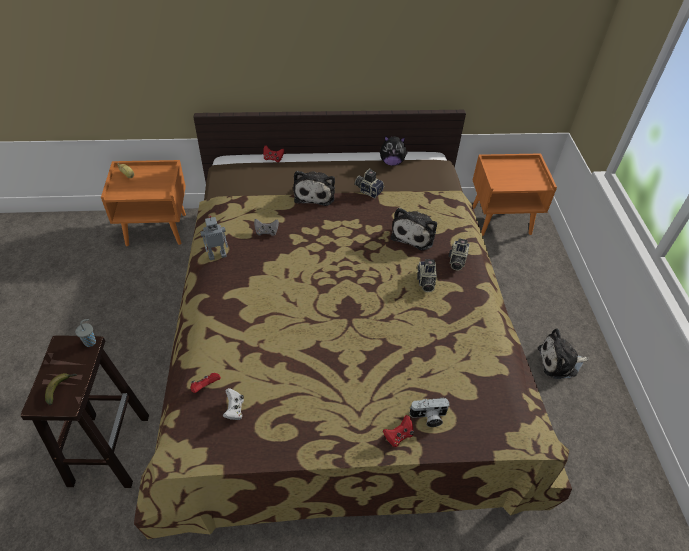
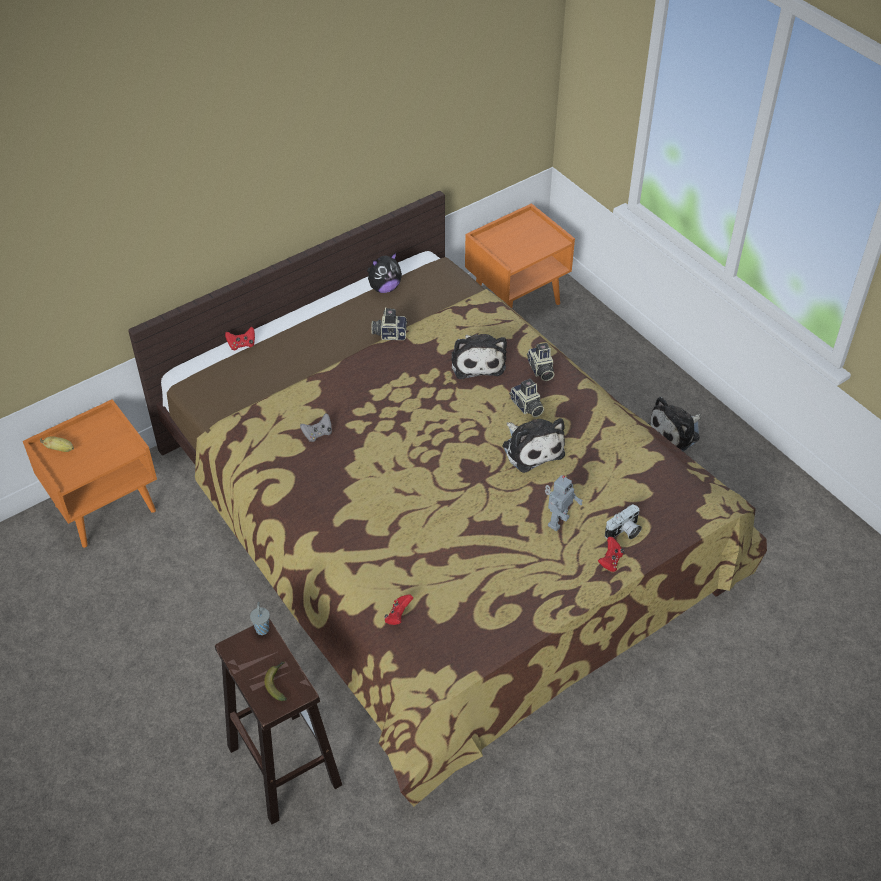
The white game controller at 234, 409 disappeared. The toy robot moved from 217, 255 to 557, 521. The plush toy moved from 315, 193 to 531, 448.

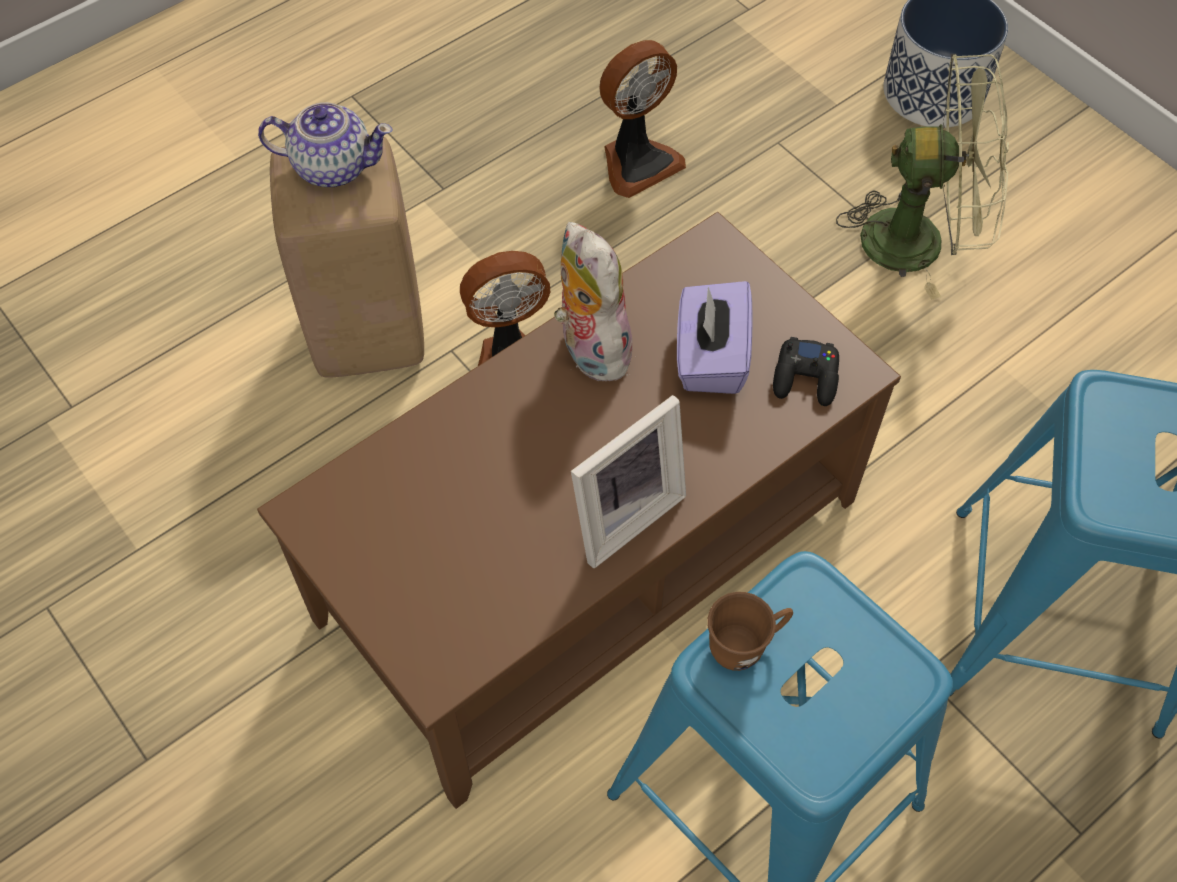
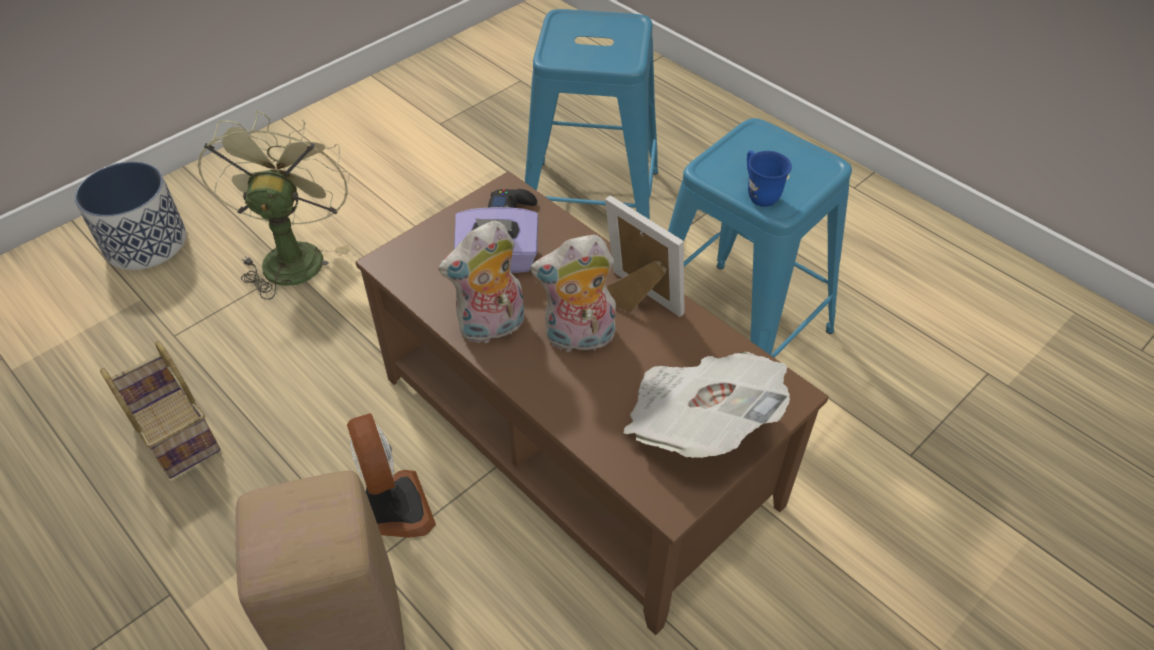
The teapot at 332, 166 disappeared. The plush toy at 578, 339 appeared. The newspaper at 697, 423 appeared. The fan at 637, 161 was replaced by the basket at 172, 432. The brown mug at 746, 646 became the blue mug at 759, 193.

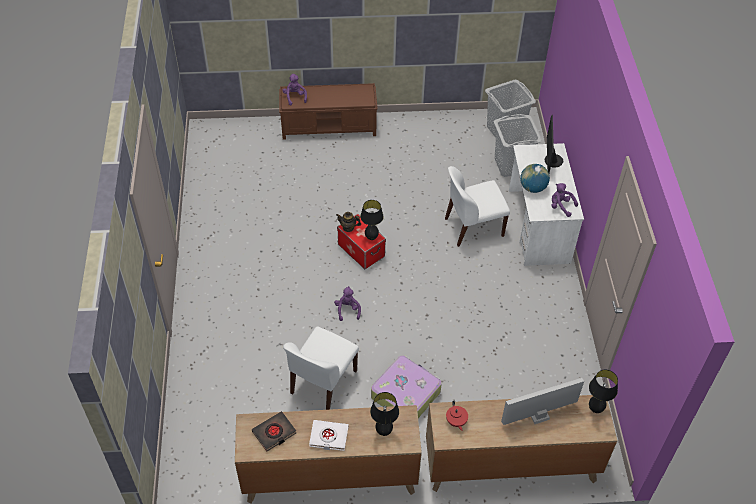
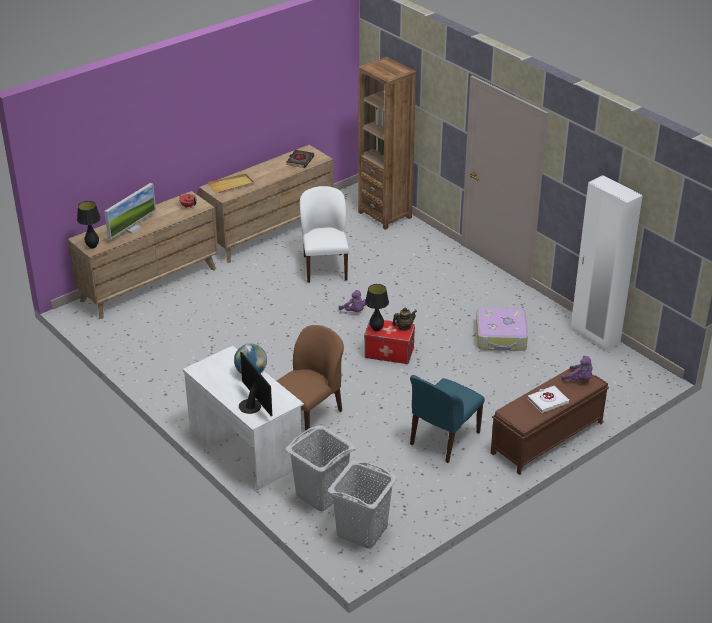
The purple plush toy at 561, 206 disappeared. The brown bookcase at 385, 215 appeared. The blue chair at 443, 439 appeared. The white wardrobe at 594, 337 appeared. The white book moved from 328, 437 to 547, 401. The suitcase moved from 405, 394 to 501, 337. The black table lamp at 383, 431 was replaced by the beige tray at 232, 185. The white chair at 472, 227 became the brown chair at 308, 416.

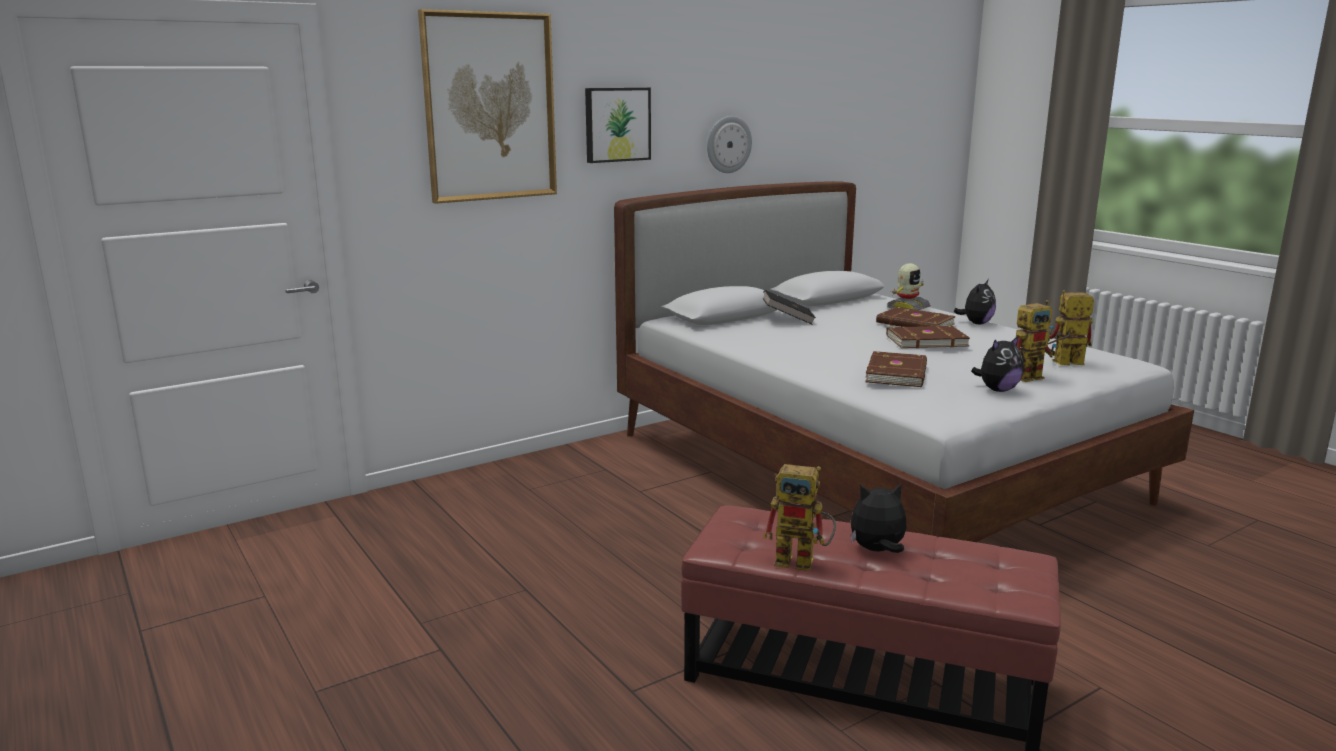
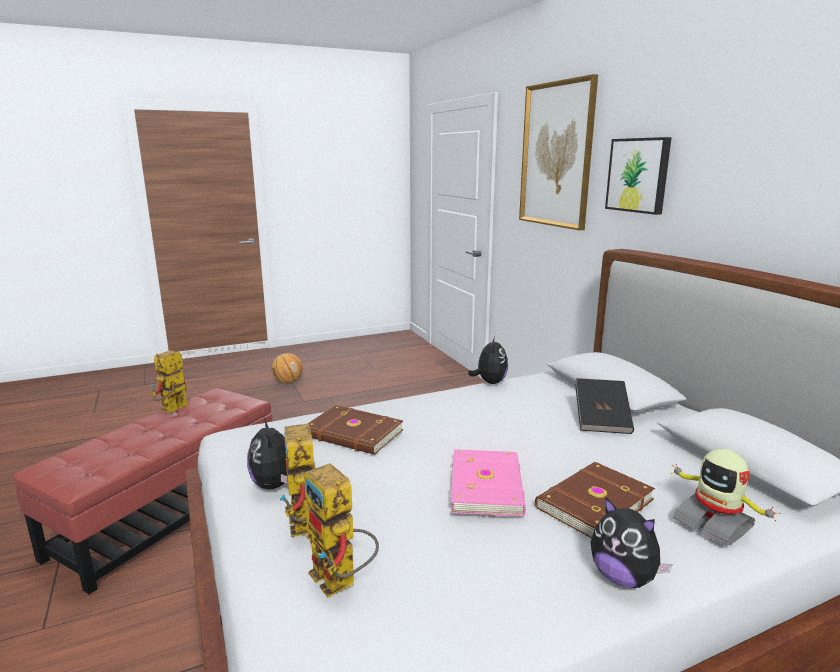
The wall clock at 728, 144 disappeared. The basketball at 288, 382 appeared. The plush toy moved from 877, 551 to 489, 382. The brown book at 925, 340 became the pink book at 488, 485. The toy robot at 1063, 363 turned 135 degrees clockwise.

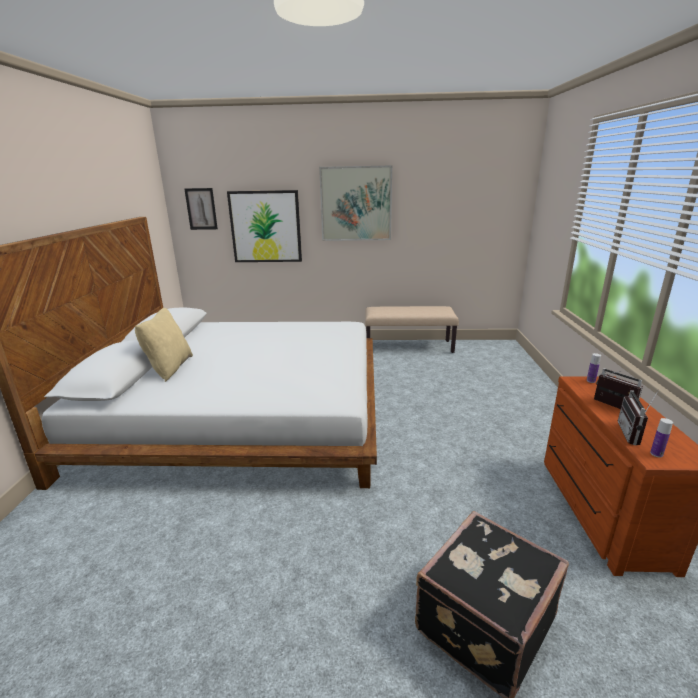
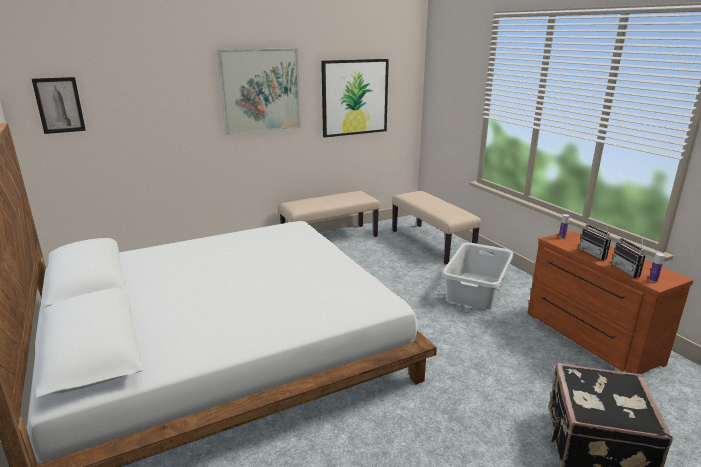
The beige pillow at 169, 368 disappeared. The beige bench at 432, 243 appeared. The grey laundry basket at 476, 290 appeared. The picture moved from 265, 227 to 355, 97. The radio at 611, 407 turned 135 degrees counterclockwise.

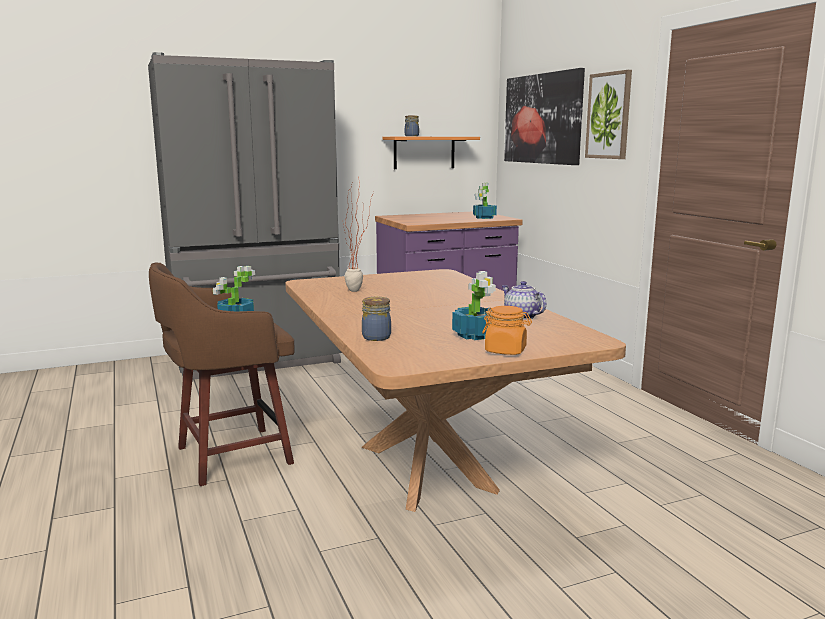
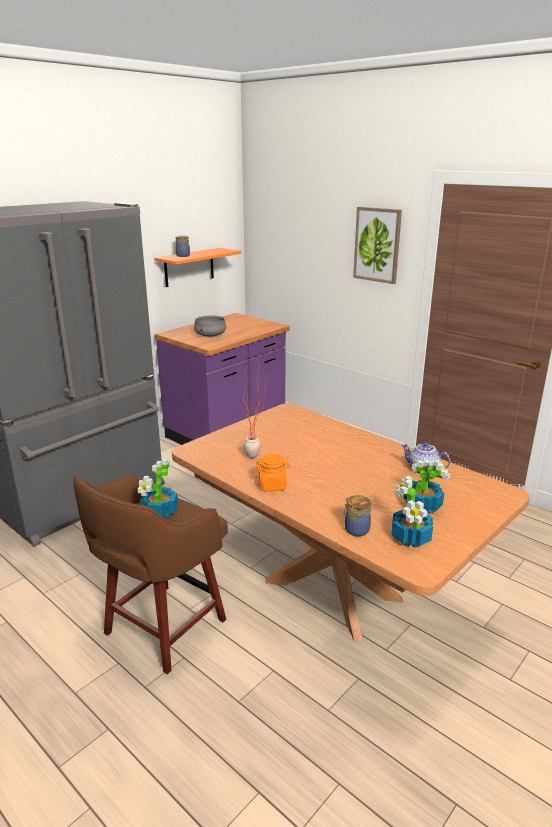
The picture at 542, 119 disappeared. The grey cooking pot at 210, 335 appeared. The potted plant moved from 484, 218 to 410, 538. The orange jar moved from 506, 351 to 272, 485.

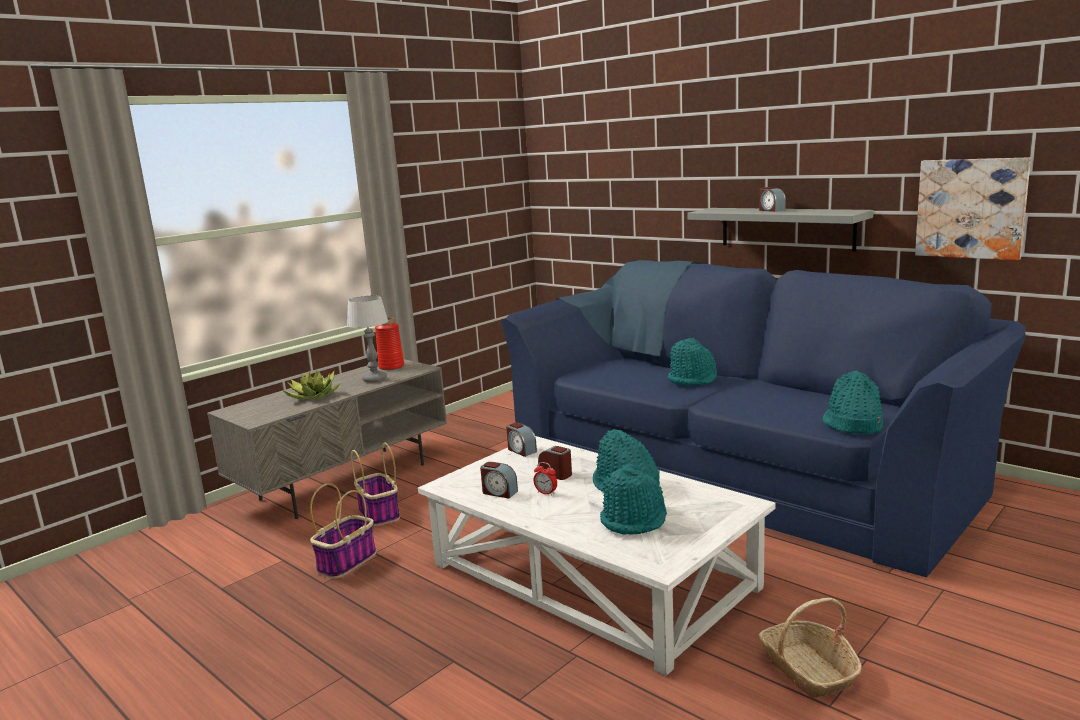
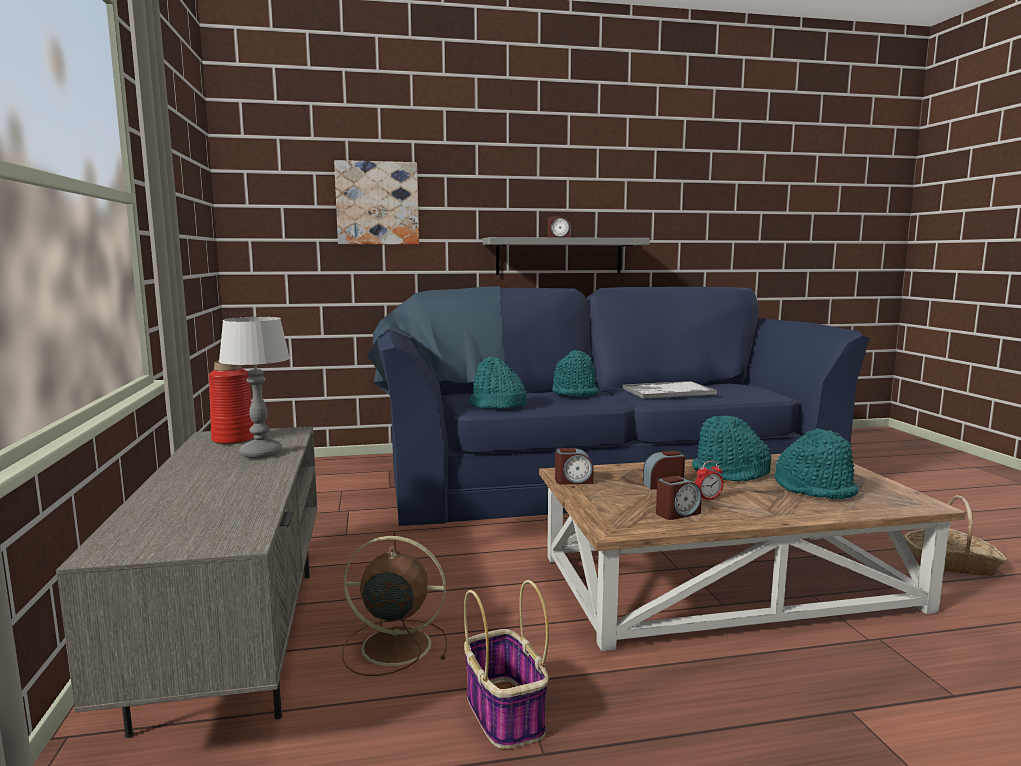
The potted plant at 313, 396 disappeared. The tray at 667, 391 appeared. The turquoise hat moved from 852, 425 to 497, 405. The picture moved from 971, 208 to 377, 203. The basket at 378, 513 was replaced by the brown fan at 393, 646. The white coffee table at 594, 576 became the brown coffee table at 727, 582.

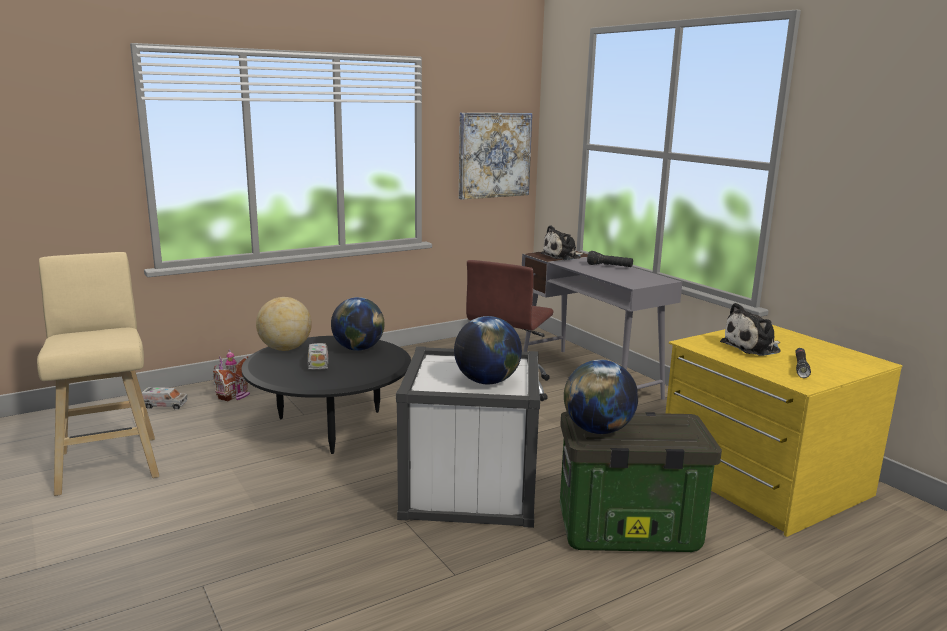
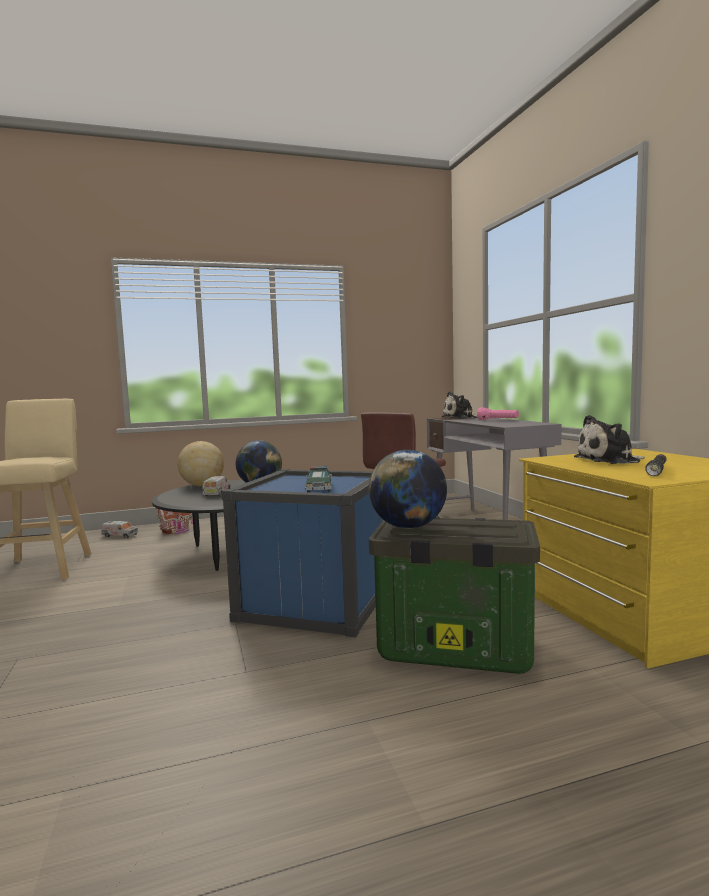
The picture at 494, 155 disappeared. The globe at 487, 382 was replaced by the toy car at 319, 488. The white storage box at 470, 488 became the blue storage box at 317, 602. The black flashlight at 609, 267 became the pink flashlight at 498, 420.

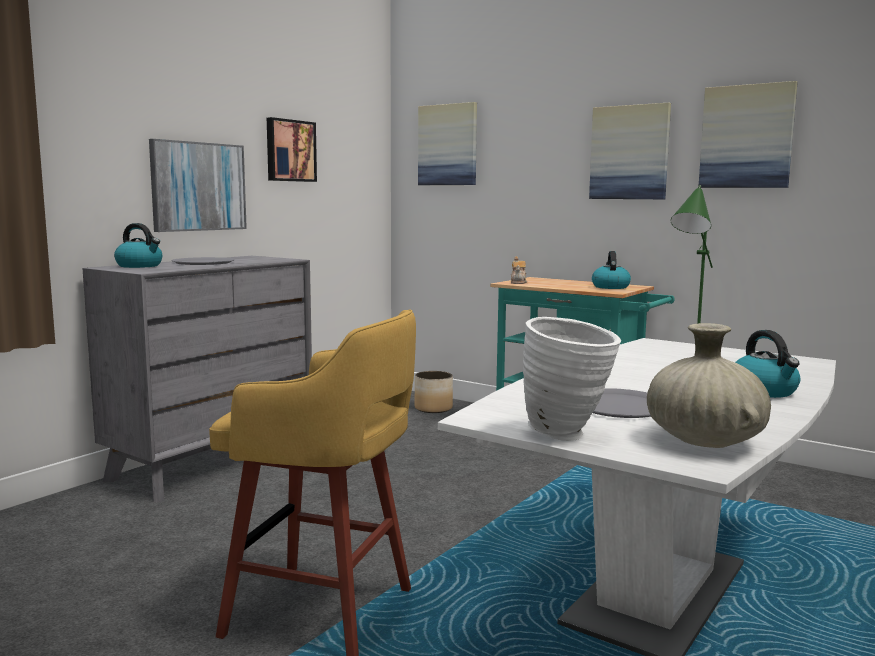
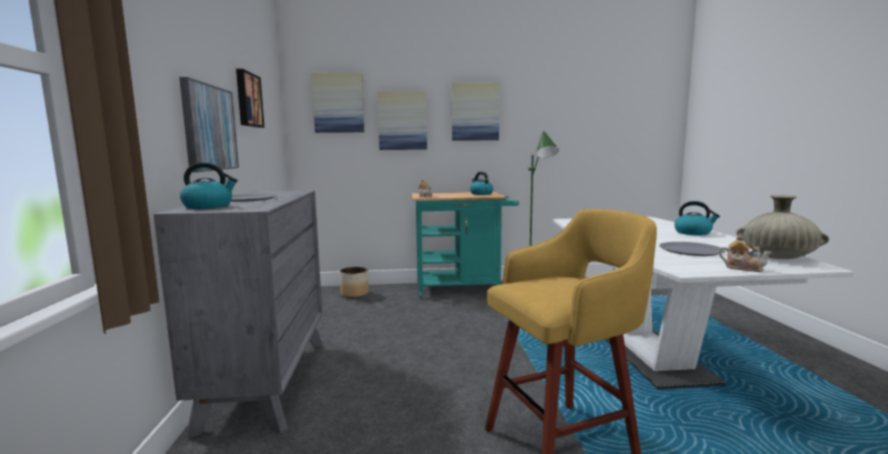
The picture moved from 746, 137 to 402, 121. The white vase at 568, 435 was replaced by the teapot at 742, 268.

